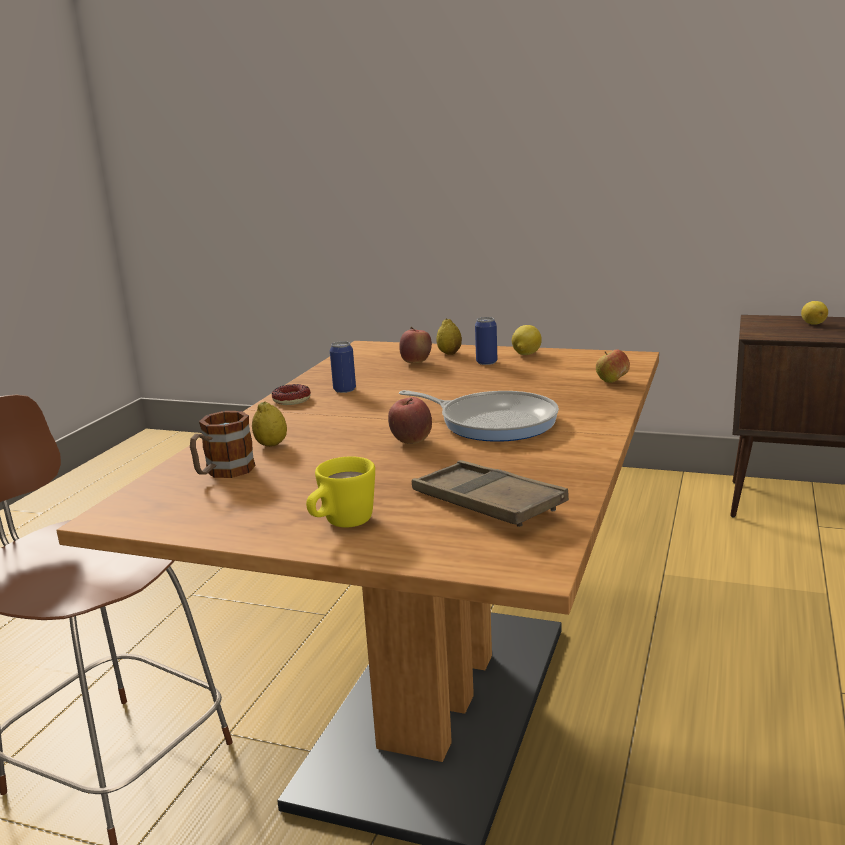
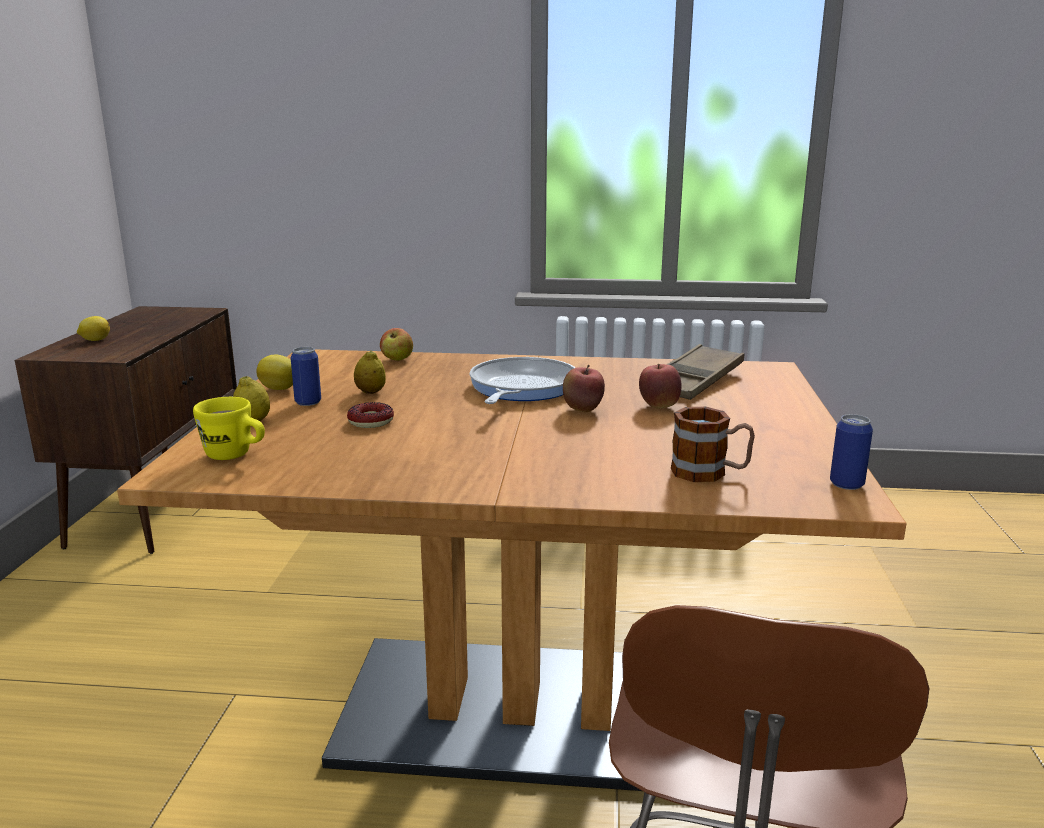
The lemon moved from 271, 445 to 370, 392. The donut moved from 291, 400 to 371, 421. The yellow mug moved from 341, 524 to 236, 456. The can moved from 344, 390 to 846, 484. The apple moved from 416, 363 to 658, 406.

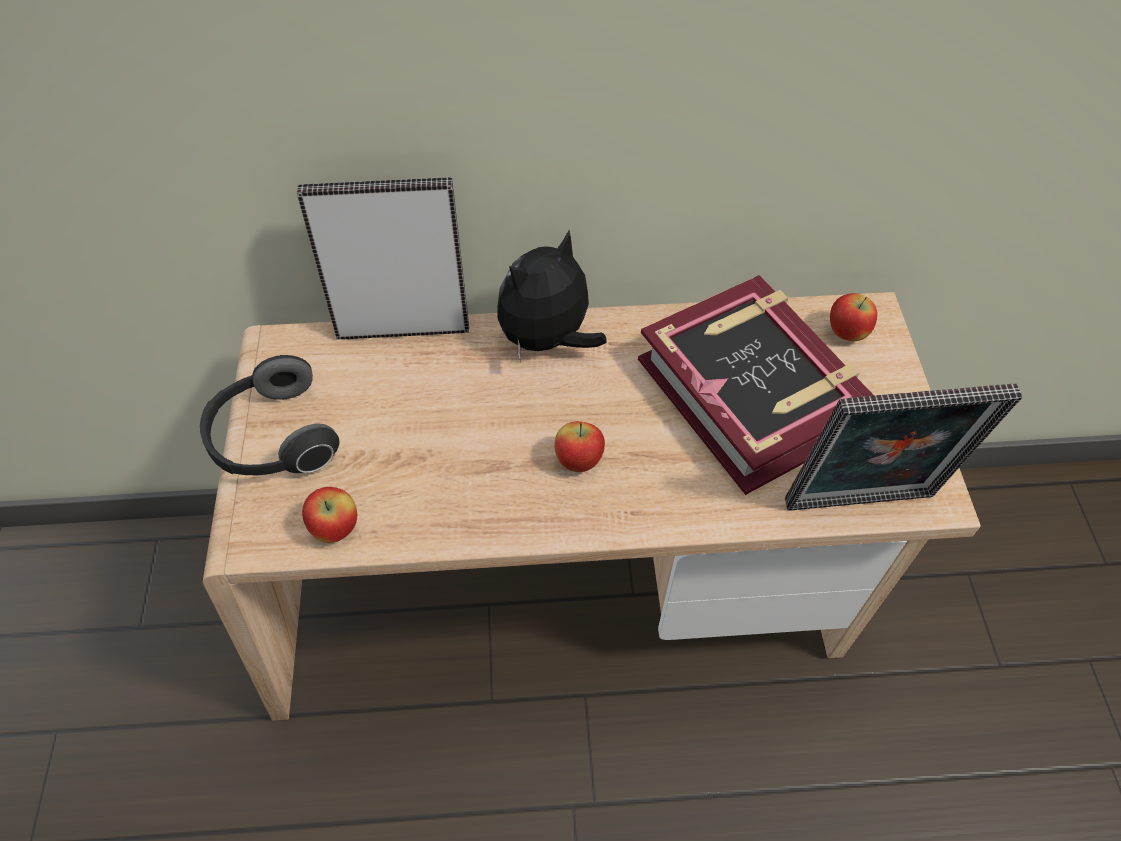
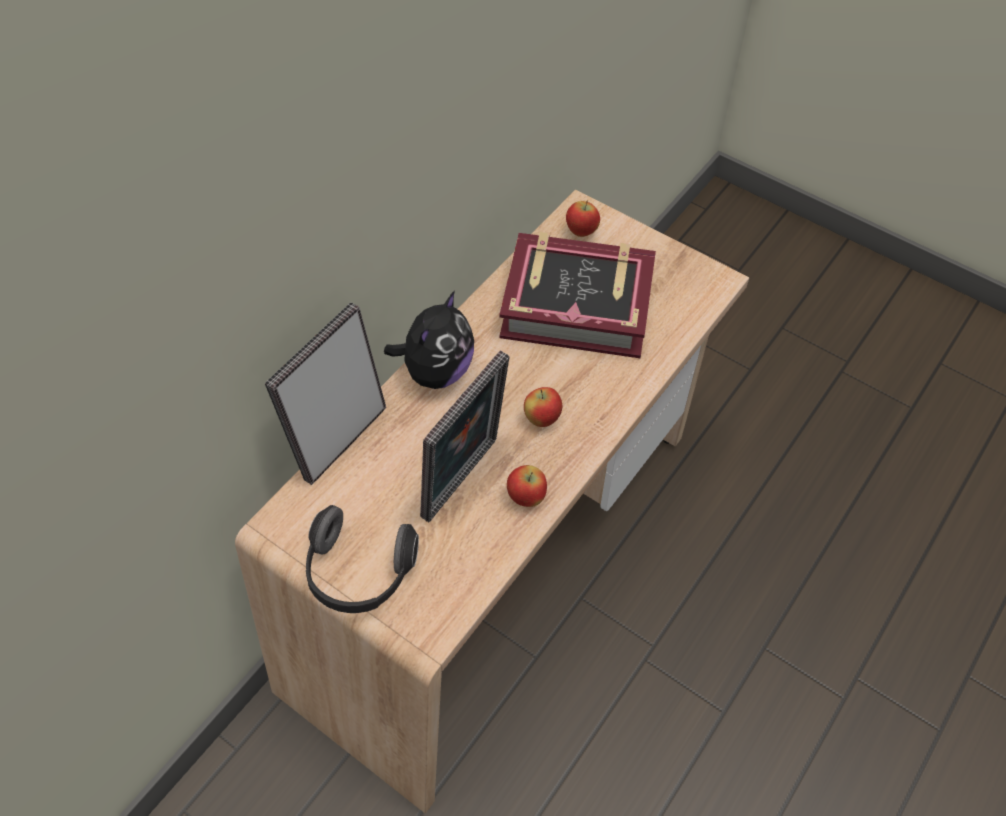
The apple moved from 336, 528 to 526, 497. The picture frame moved from 861, 506 to 465, 481. The plush toy at 548, 340 turned 150 degrees counterclockwise.

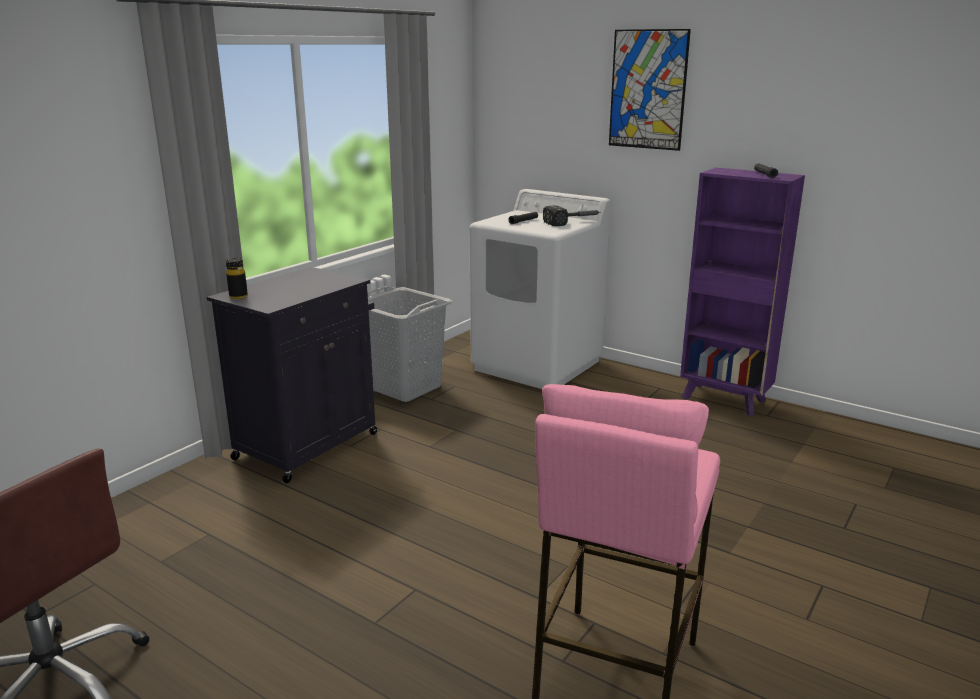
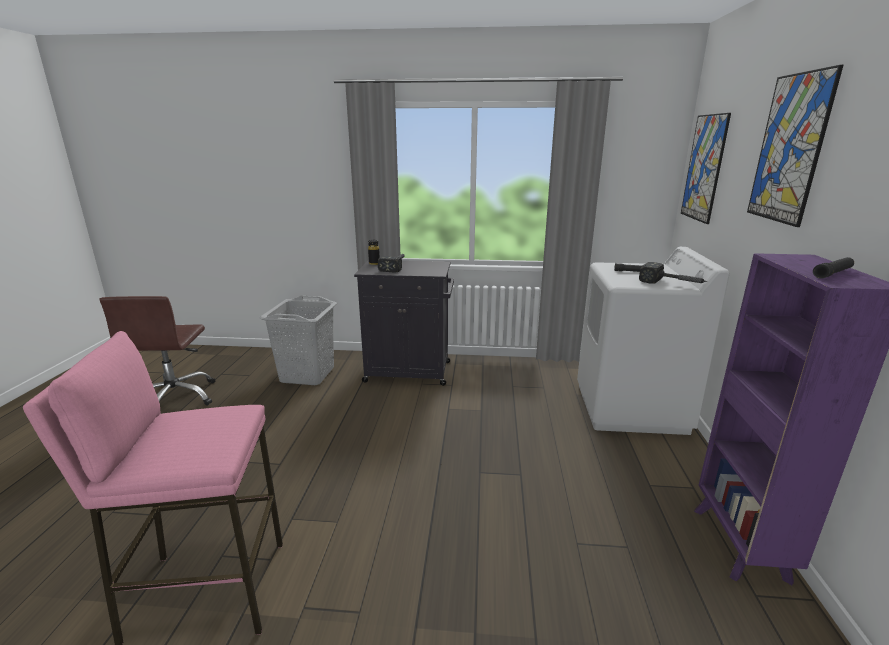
The hammer at 396, 266 appeared. The picture at 704, 168 appeared. The grey laundry basket moved from 405, 387 to 308, 374.

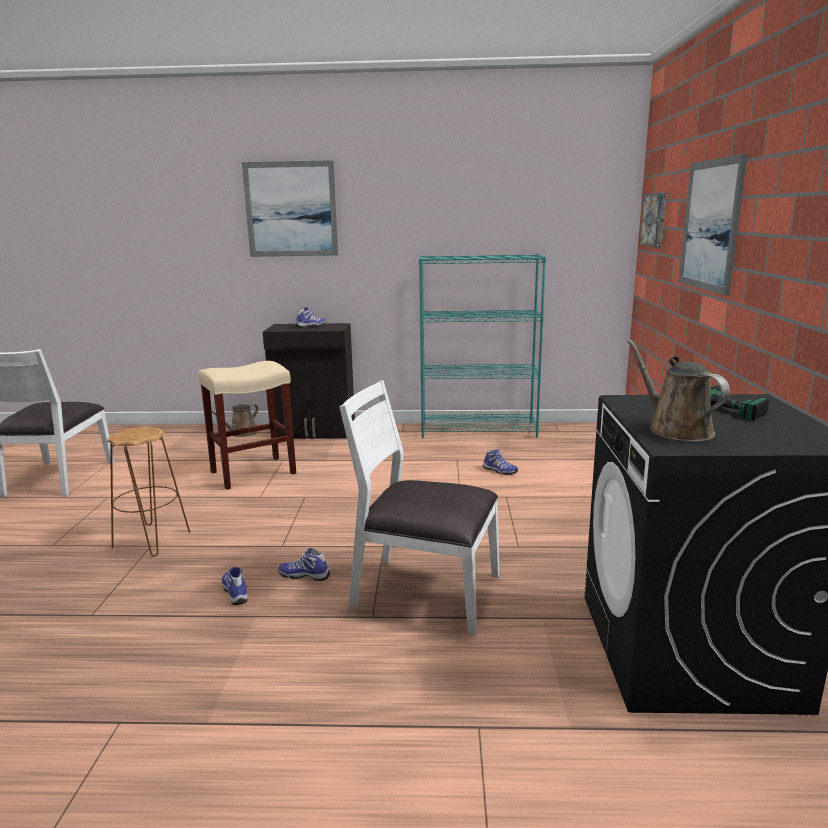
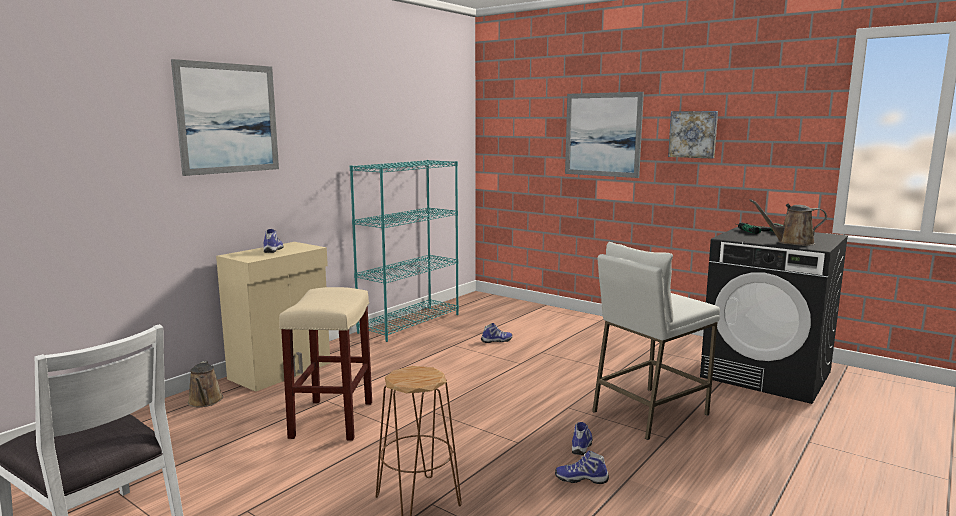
The picture moved from 655, 219 to 693, 134. The white chair at 424, 591 was replaced by the white stool at 649, 413. The black cabinet at 315, 432 became the beige cabinet at 282, 371. The shoe at 305, 575 turned 150 degrees clockwise.

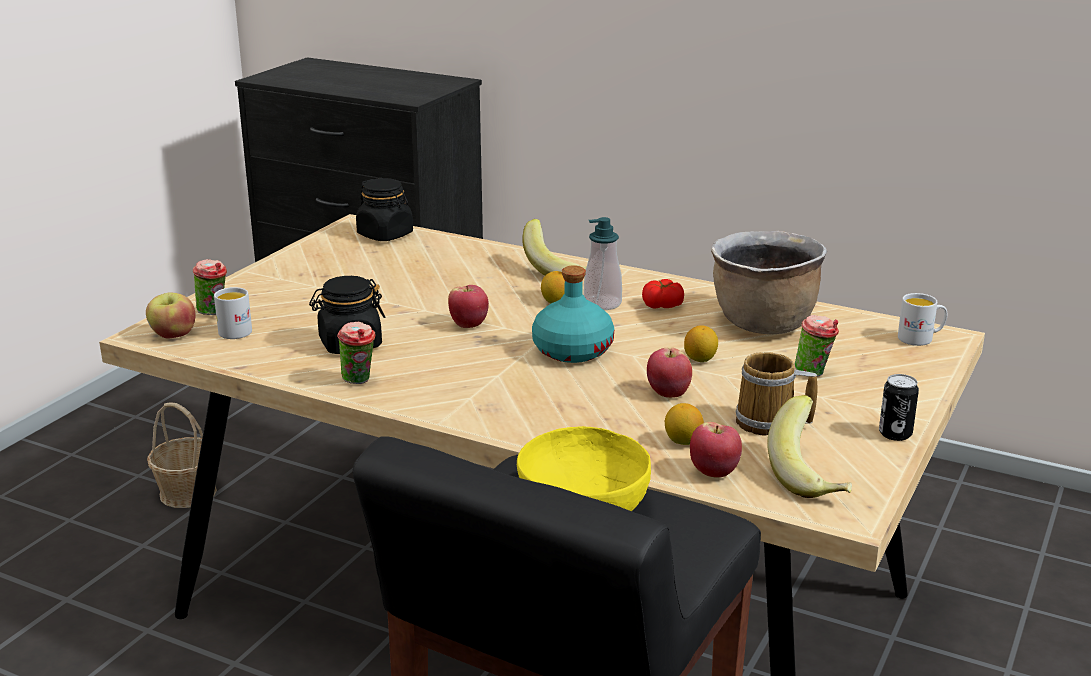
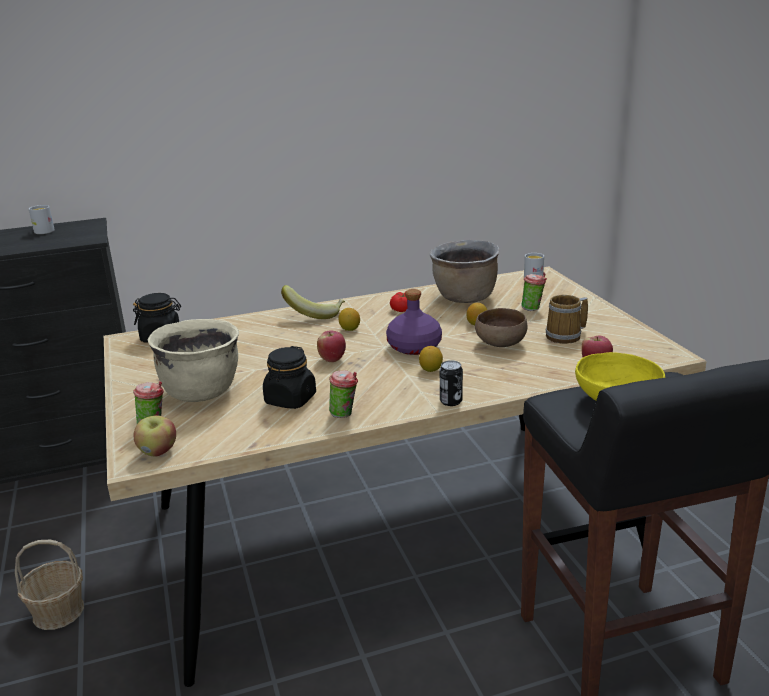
The soap dispenser at 602, 304 disappeared. The banana at 812, 476 disappeared. The beige cooking pot at 201, 391 appeared. The white mug moved from 237, 330 to 43, 231. The lemon moved from 683, 441 to 431, 370. The can moved from 895, 434 to 451, 401. The apple at 668, 393 was replaced by the brown bowl at 500, 344. The turquoise bottle at 572, 350 became the purple bottle at 413, 347.

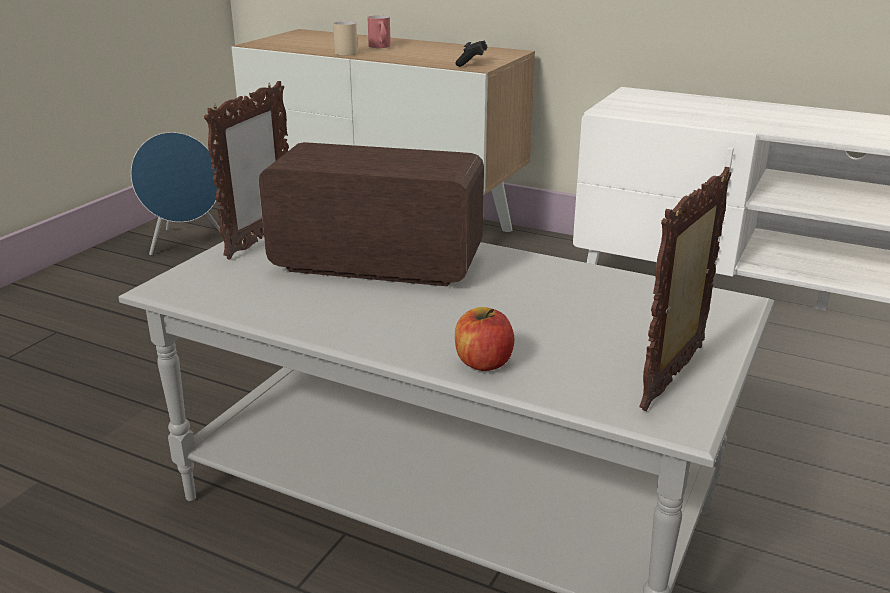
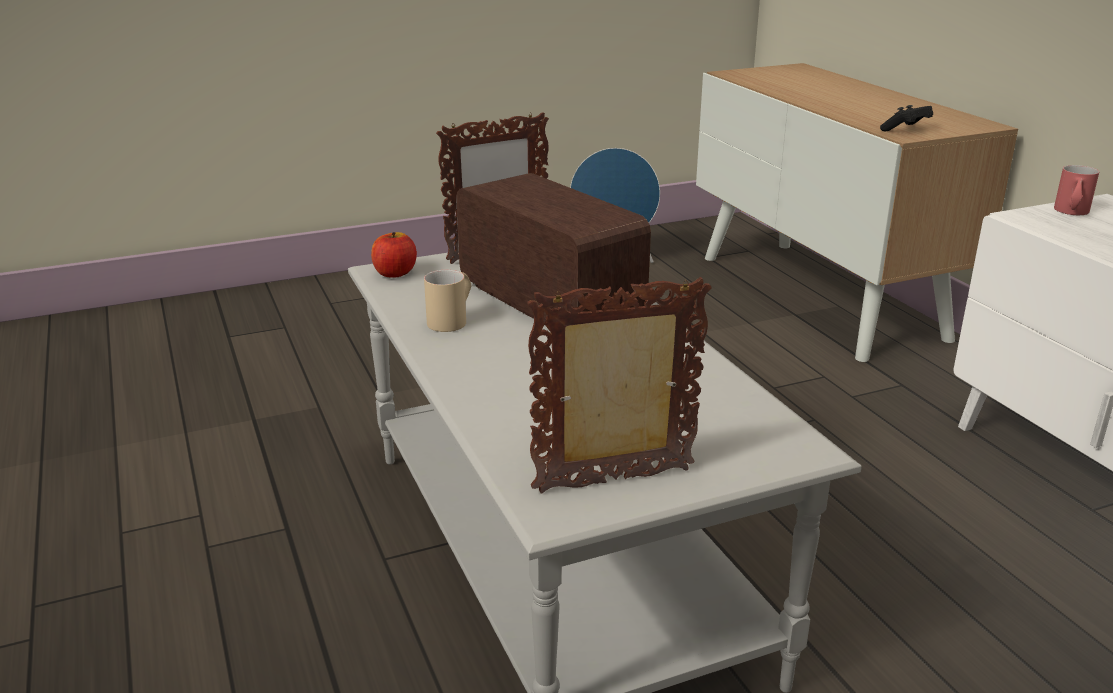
The beige mug moved from 345, 52 to 452, 319. The red mug moved from 380, 47 to 1071, 213. The apple moved from 483, 362 to 395, 273.

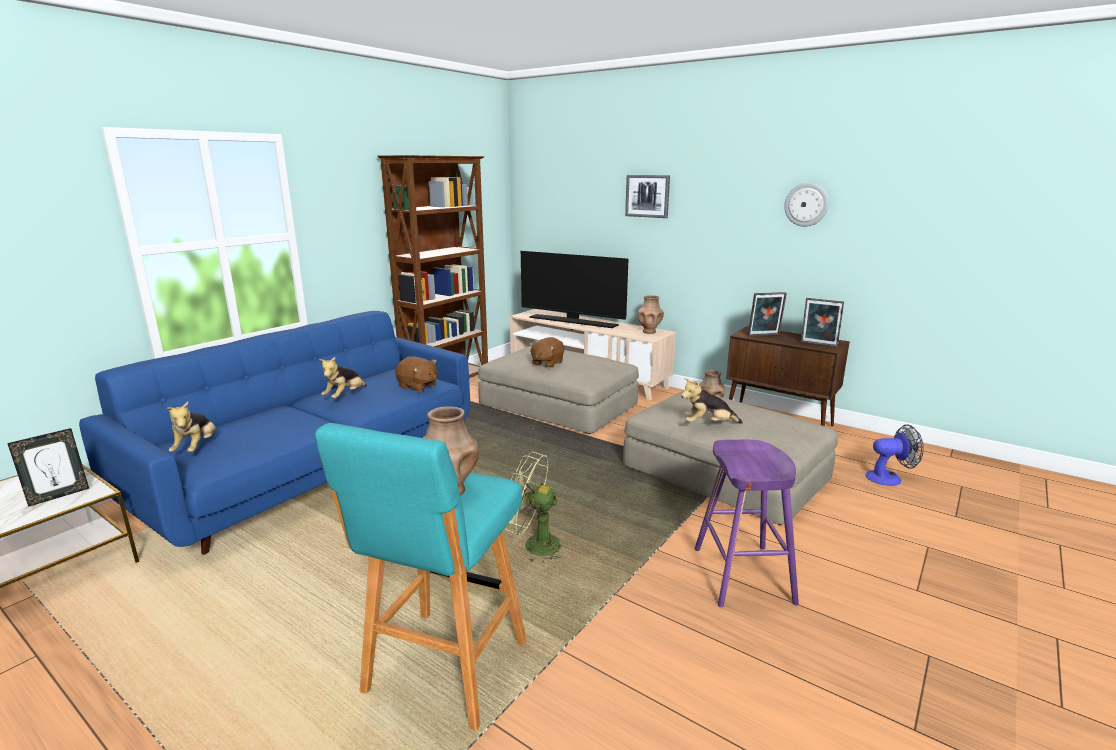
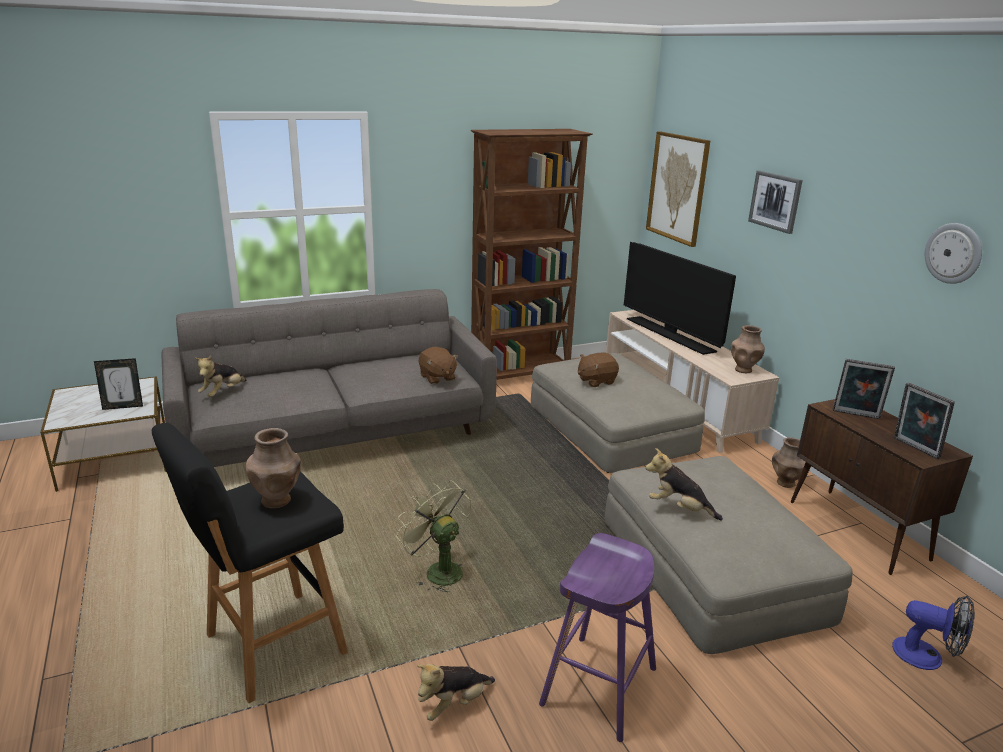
The picture at 677, 188 appeared. The plush toy moved from 345, 396 to 454, 704. The blue sofa at 316, 470 became the grey sofa at 337, 432. The turquoise stool at 444, 670 became the black stool at 271, 646.

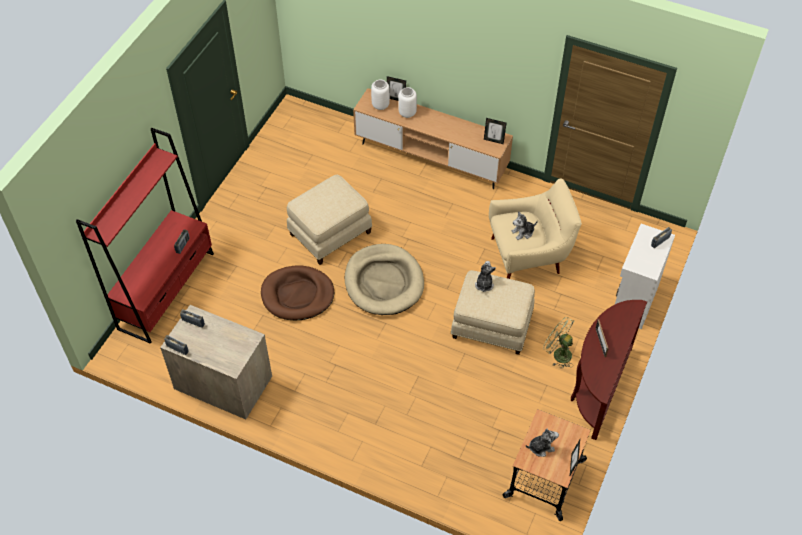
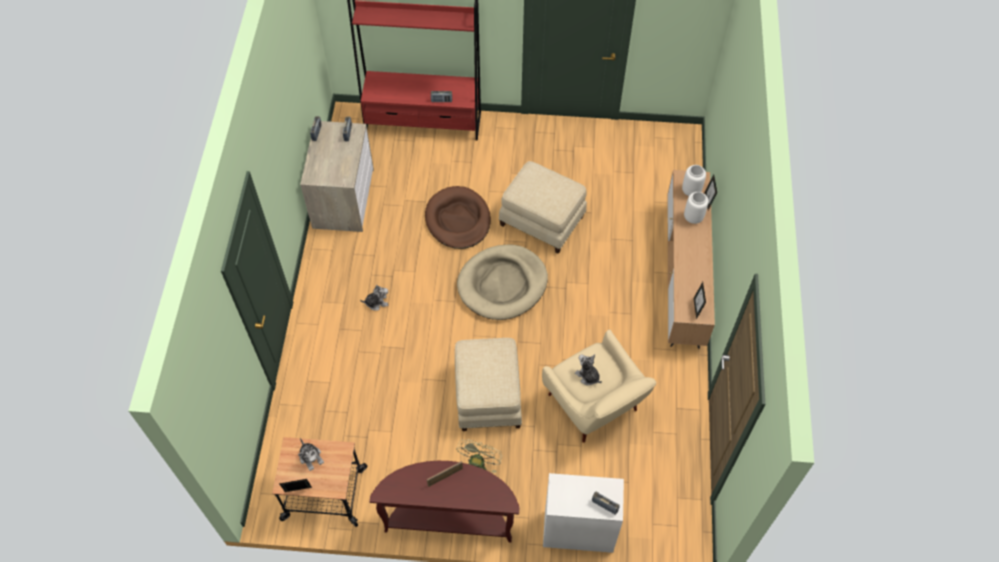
The plush toy moved from 484, 284 to 376, 302.

